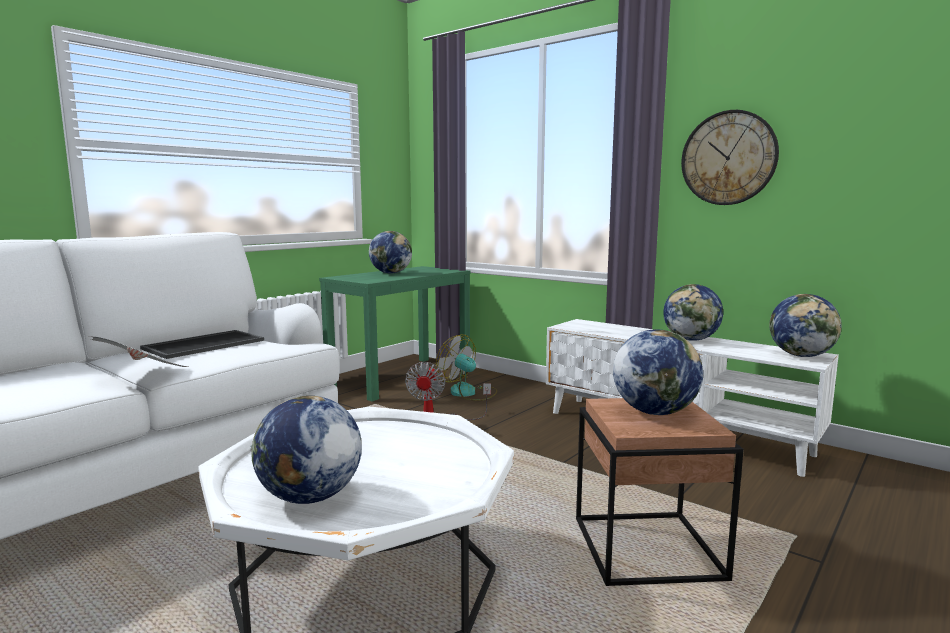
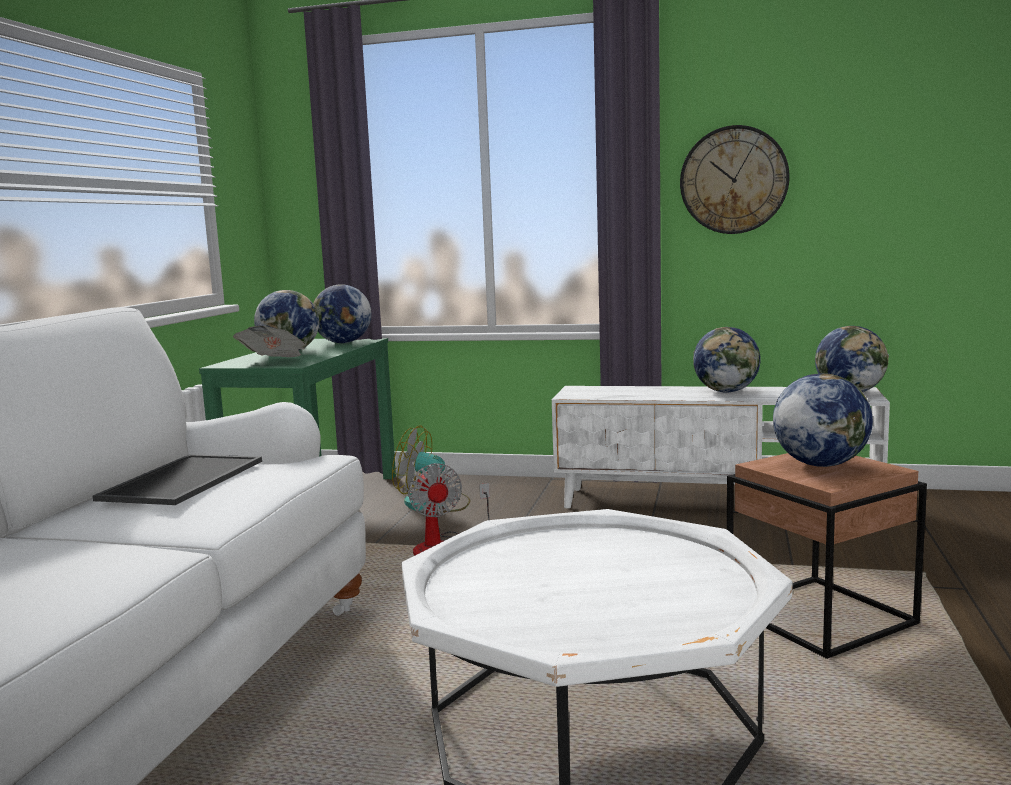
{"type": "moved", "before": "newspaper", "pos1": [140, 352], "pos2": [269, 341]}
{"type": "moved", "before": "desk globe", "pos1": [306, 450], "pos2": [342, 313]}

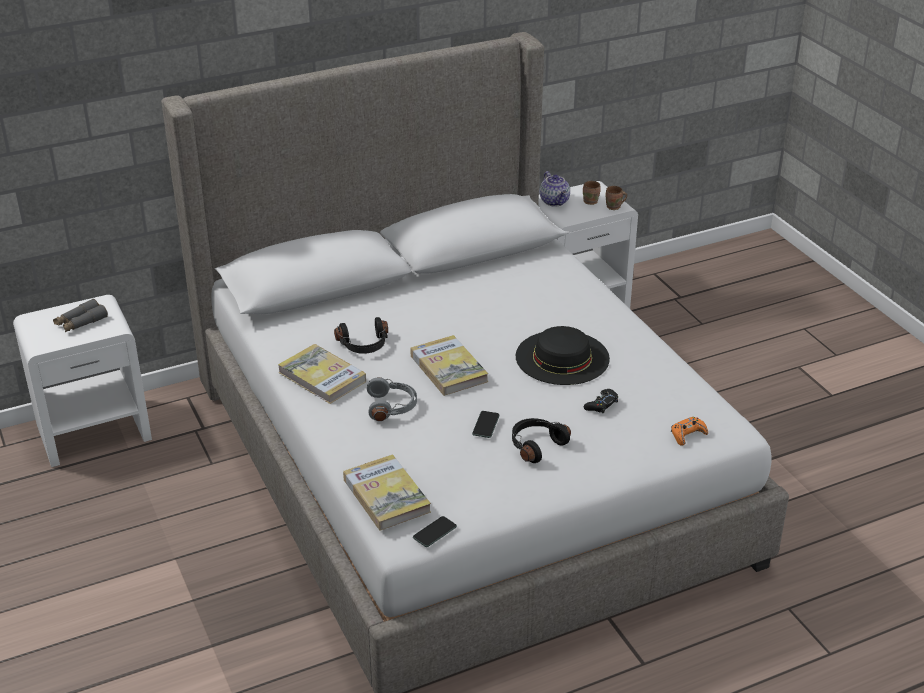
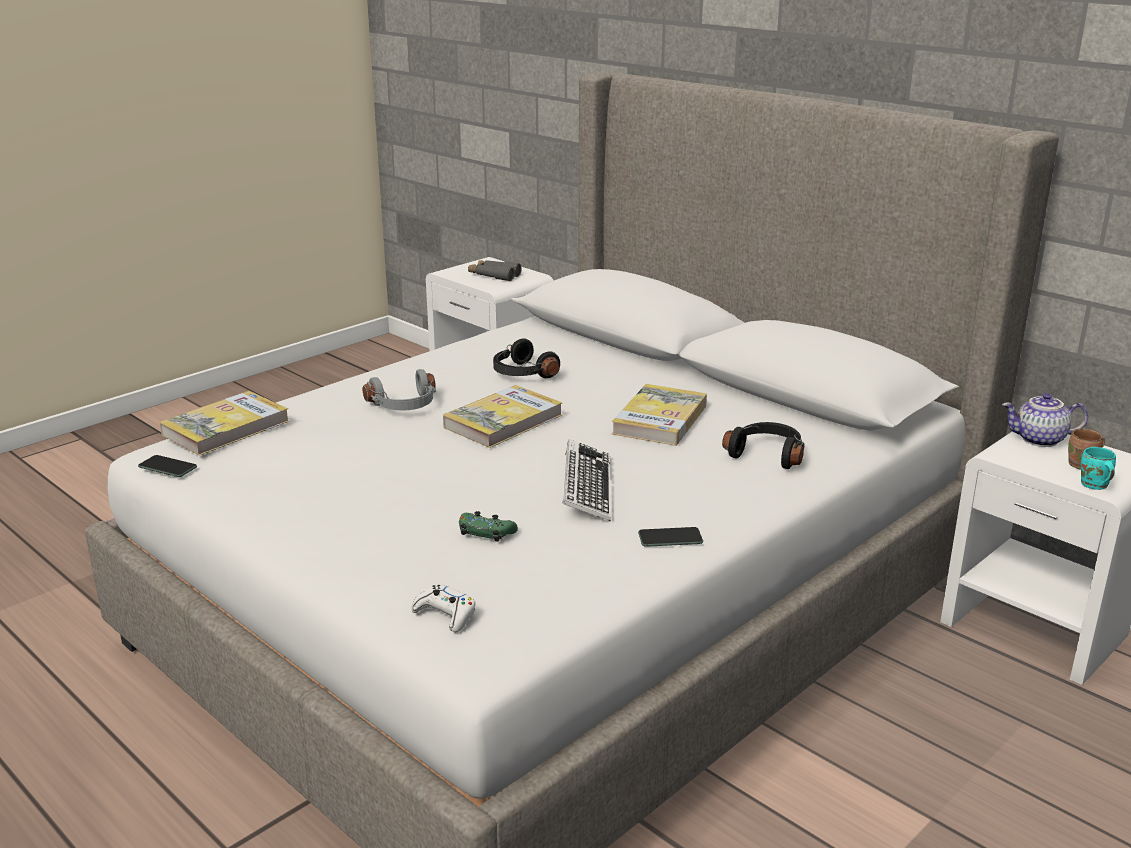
{"type": "moved", "before": "bound book", "pos1": [322, 374], "pos2": [659, 415]}
{"type": "moved", "before": "handset", "pos1": [486, 424], "pos2": [670, 537]}
{"type": "moved", "before": "black-coloured headphones", "pos1": [541, 440], "pos2": [763, 445]}
{"type": "replaced", "before": "black-coloured clothing hat", "after": "keyboard", "pos1": [563, 355], "pos2": [586, 480]}
{"type": "recoloured", "before": "black-coloured gamepad", "after": "green-coloured gamepad", "pos1": [601, 401], "pos2": [488, 526]}
{"type": "recoloured", "before": "brownish tea mug", "after": "turquoise-coloured tea mug", "pos1": [616, 198], "pos2": [1098, 468]}
{"type": "recoloured", "before": "orangey gamepad", "after": "white gamepad", "pos1": [689, 431], "pos2": [443, 608]}
{"type": "turned", "before": "pot for tea", "pos1": [555, 189], "pos2": [1045, 420], "turn": 45}

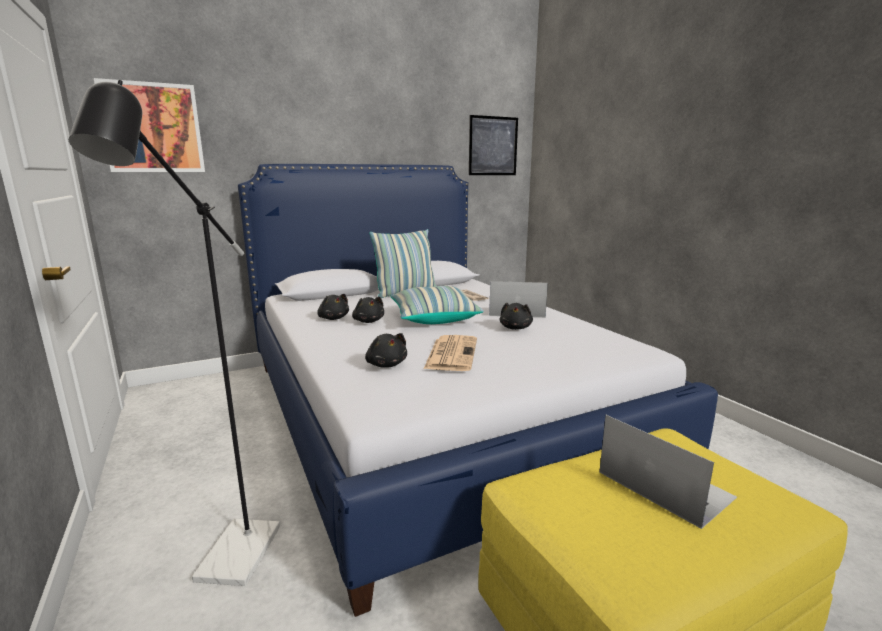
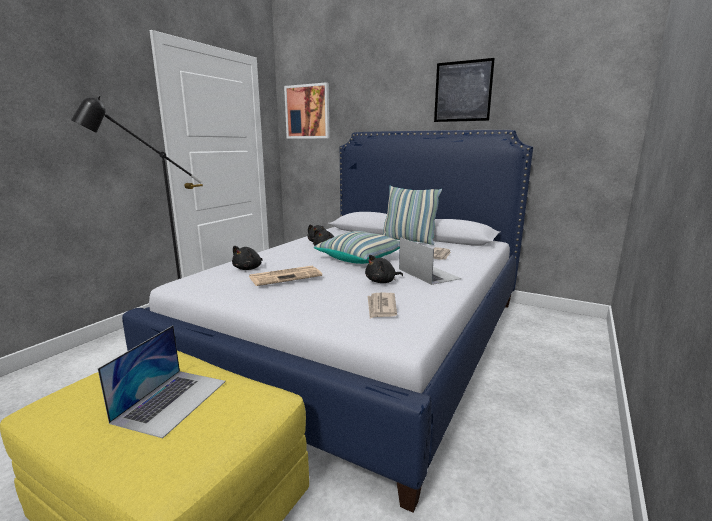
{"type": "added", "after": "newspaper", "pos2": [382, 305]}
{"type": "moved", "before": "picture", "pos1": [493, 145], "pos2": [464, 90]}

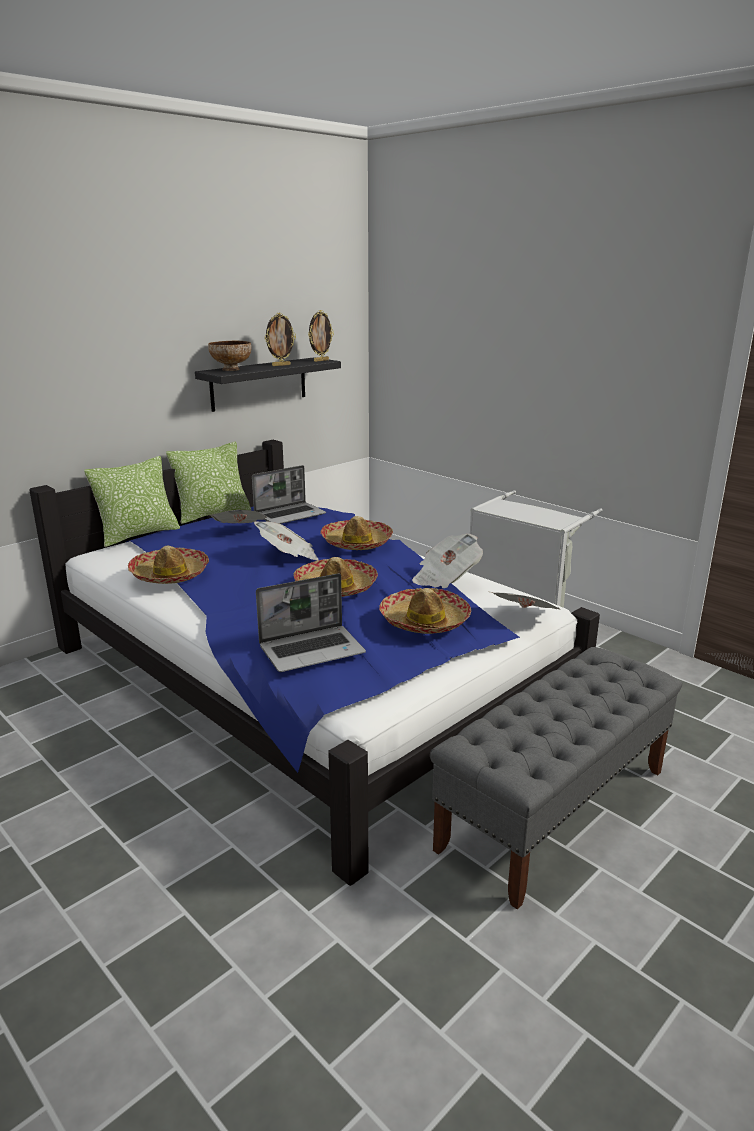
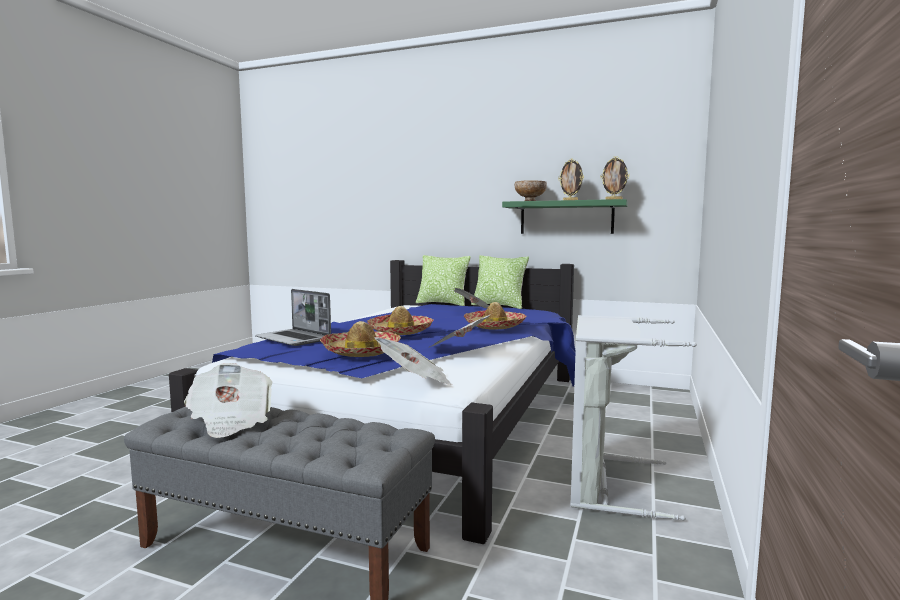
{"type": "removed", "before": "clothing hat", "pos1": [168, 565]}
{"type": "removed", "before": "portable computer", "pos1": [289, 494]}
{"type": "moved", "before": "newspaper", "pos1": [286, 540], "pos2": [228, 400]}
{"type": "recoloured", "before": "black-coloured wall shelf", "after": "green-coloured wall shelf", "pos1": [268, 385], "pos2": [565, 216]}

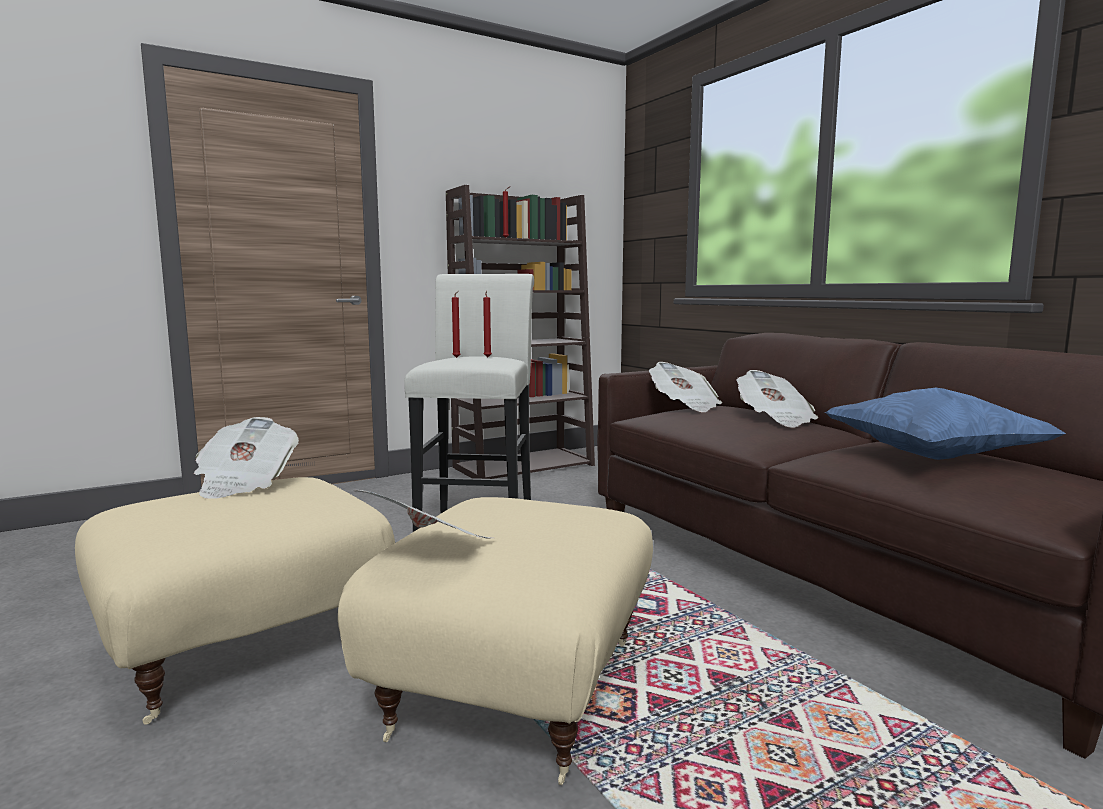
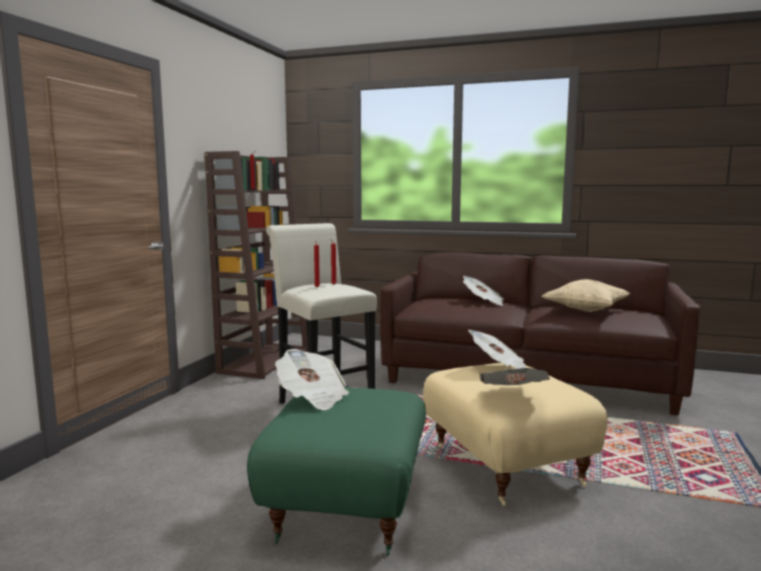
{"type": "moved", "before": "newspaper", "pos1": [685, 387], "pos2": [497, 349]}
{"type": "recoloured", "before": "beige-coloured pouffe", "after": "green-coloured pouffe", "pos1": [235, 601], "pos2": [336, 471]}
{"type": "recoloured", "before": "blue cushion", "after": "beige-coloured cushion", "pos1": [945, 424], "pos2": [586, 295]}

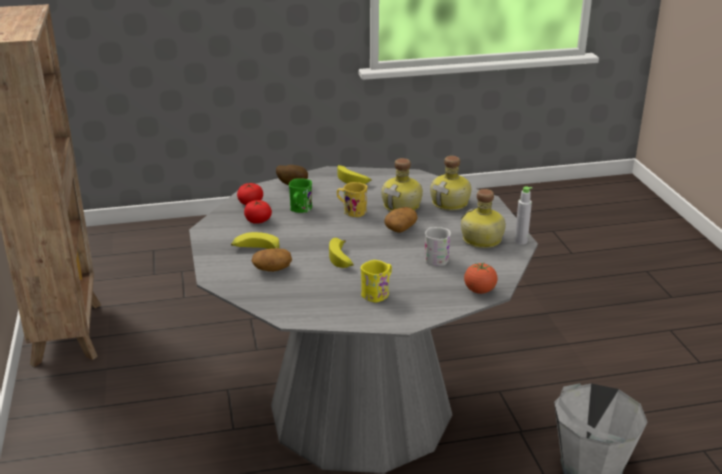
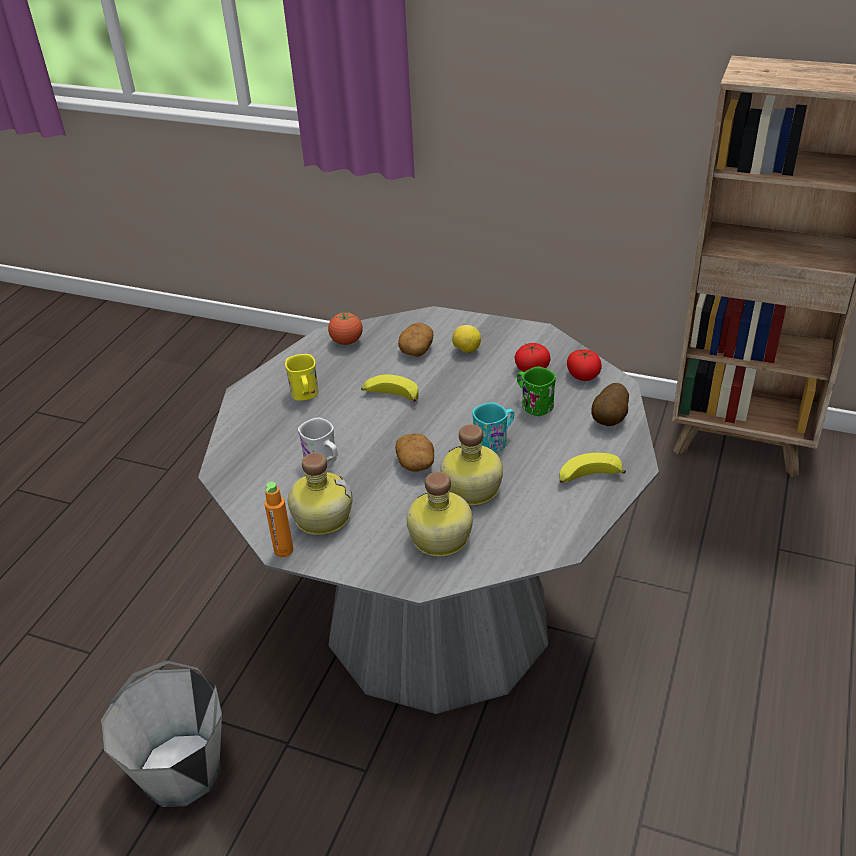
{"type": "moved", "before": "whole tomato", "pos1": [480, 278], "pos2": [345, 328]}
{"type": "replaced", "before": "banana fruit", "after": "citrus fruit", "pos1": [255, 240], "pos2": [466, 339]}
{"type": "recoloured", "before": "yellow tea mug", "after": "turquoise-coloured tea mug", "pos1": [352, 199], "pos2": [493, 427]}
{"type": "recoloured", "before": "greyish bottle", "after": "orangey bottle", "pos1": [523, 215], "pos2": [279, 519]}

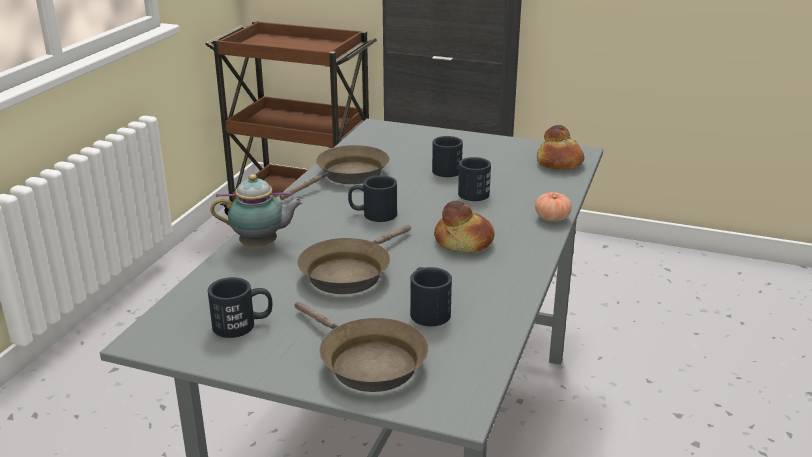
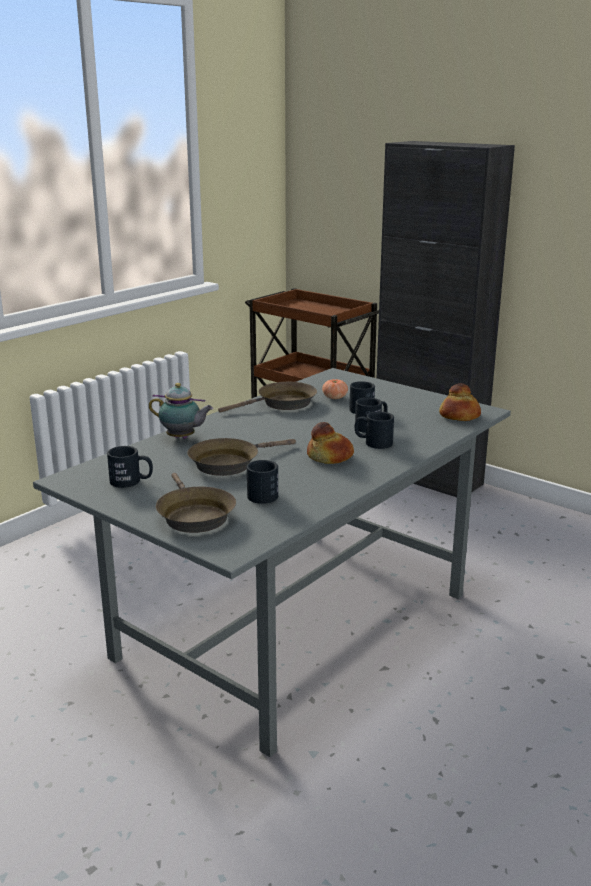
{"type": "moved", "before": "black-coloured tea mug", "pos1": [372, 198], "pos2": [374, 430]}
{"type": "moved", "before": "whole tomato", "pos1": [553, 207], "pos2": [335, 389]}

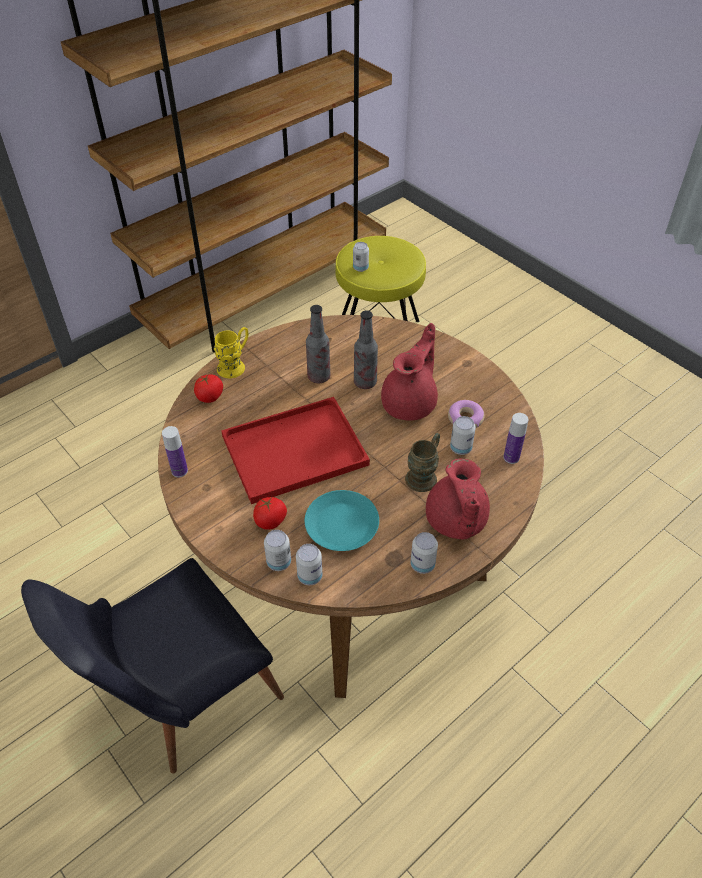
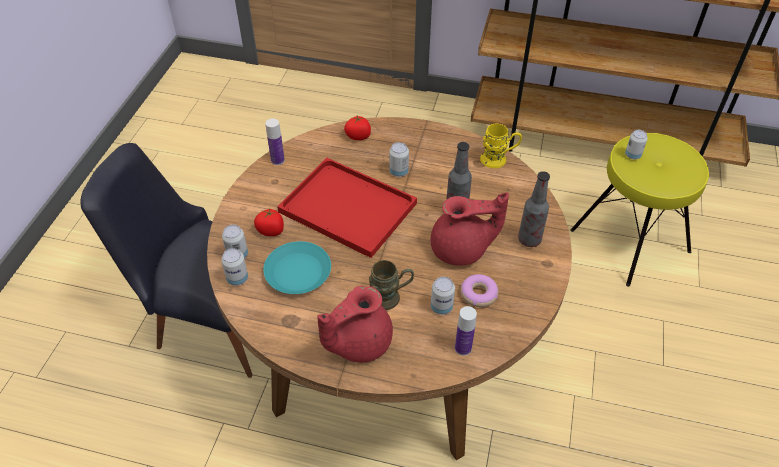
{"type": "moved", "before": "yellow tea mug", "pos1": [231, 352], "pos2": [501, 146]}
{"type": "moved", "before": "bottle", "pos1": [318, 344], "pos2": [534, 209]}
{"type": "moved", "before": "metal can", "pos1": [424, 553], "pos2": [399, 159]}

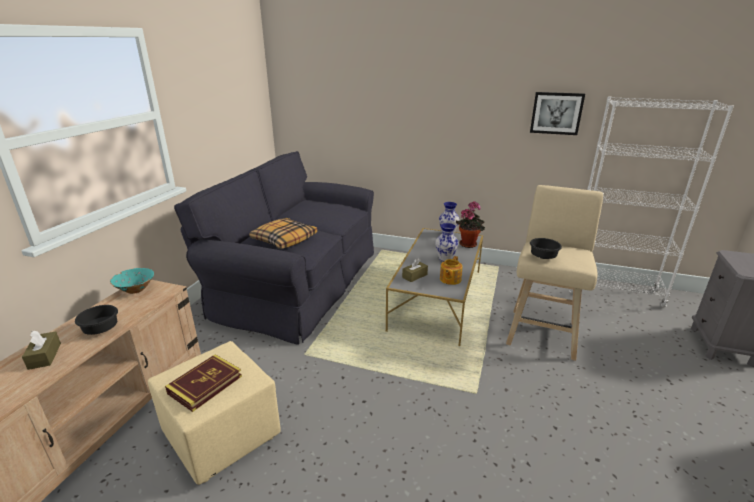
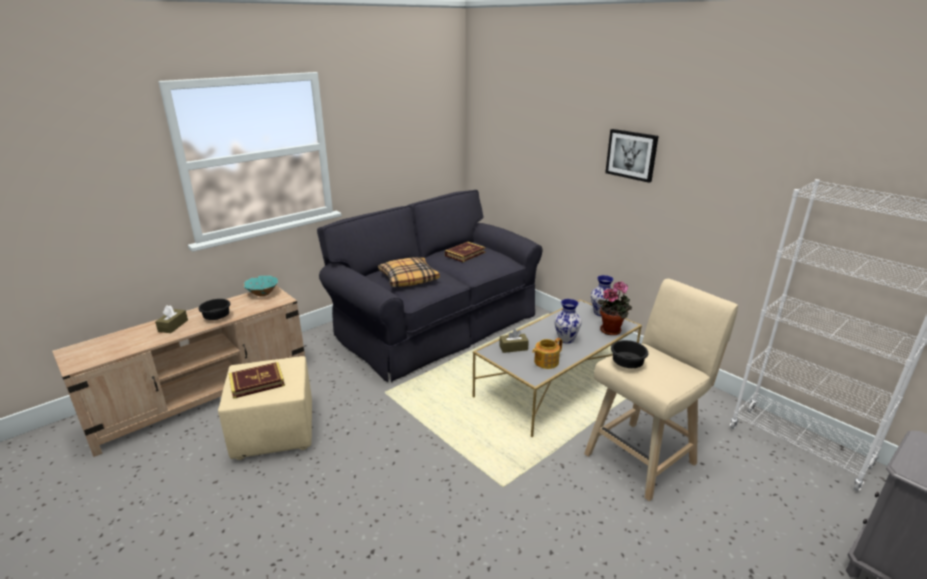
{"type": "added", "after": "bound book", "pos2": [465, 252]}
{"type": "moved", "before": "picture", "pos1": [557, 113], "pos2": [631, 156]}

